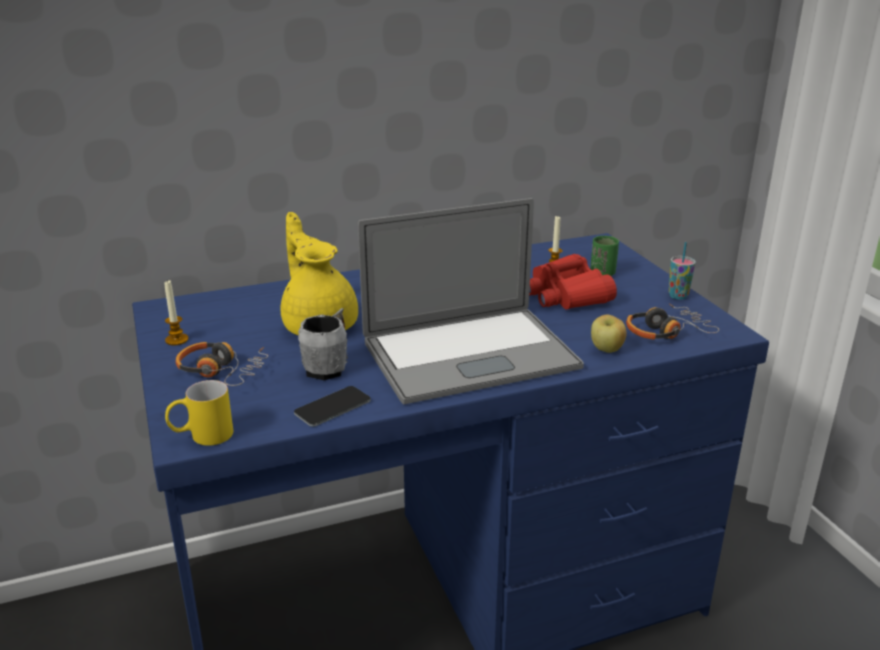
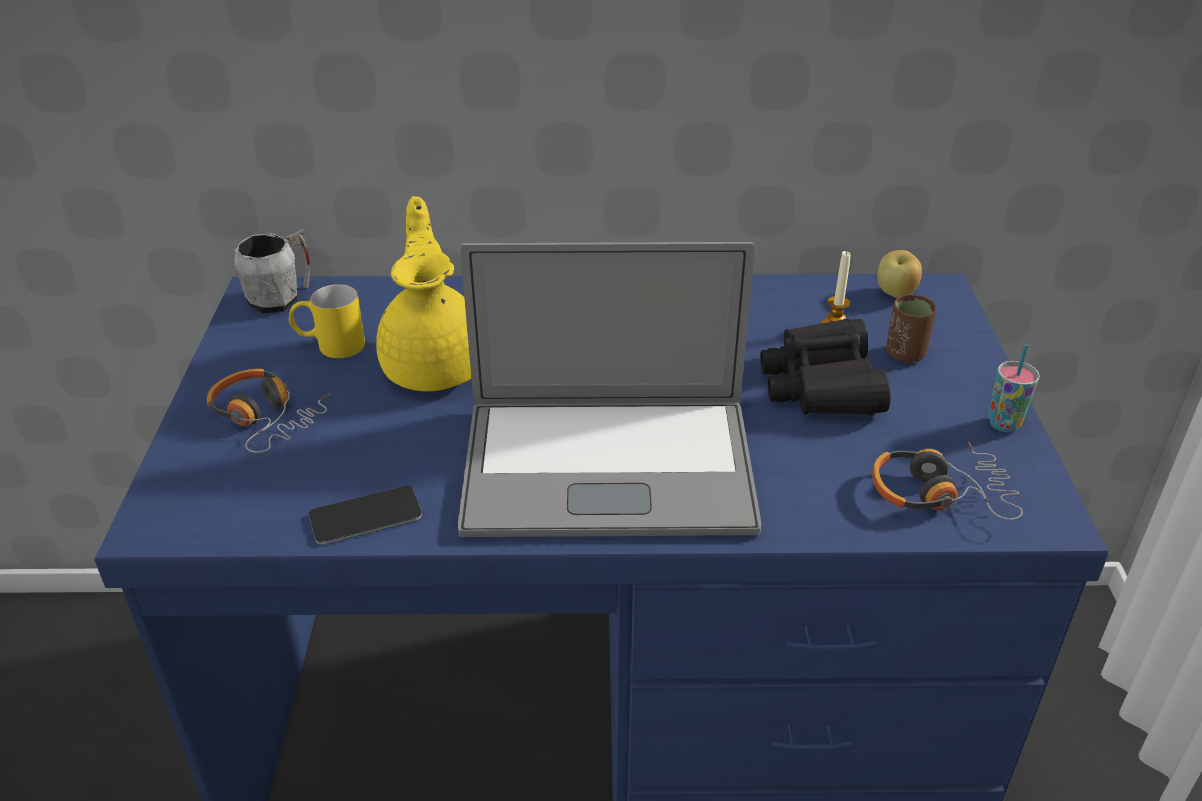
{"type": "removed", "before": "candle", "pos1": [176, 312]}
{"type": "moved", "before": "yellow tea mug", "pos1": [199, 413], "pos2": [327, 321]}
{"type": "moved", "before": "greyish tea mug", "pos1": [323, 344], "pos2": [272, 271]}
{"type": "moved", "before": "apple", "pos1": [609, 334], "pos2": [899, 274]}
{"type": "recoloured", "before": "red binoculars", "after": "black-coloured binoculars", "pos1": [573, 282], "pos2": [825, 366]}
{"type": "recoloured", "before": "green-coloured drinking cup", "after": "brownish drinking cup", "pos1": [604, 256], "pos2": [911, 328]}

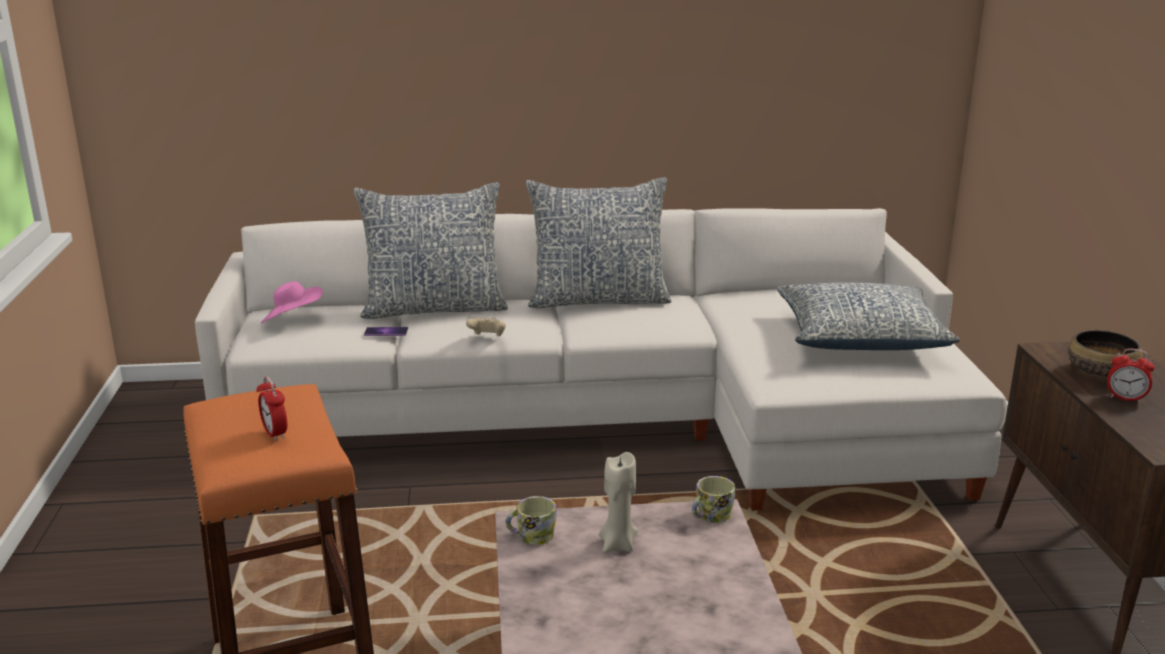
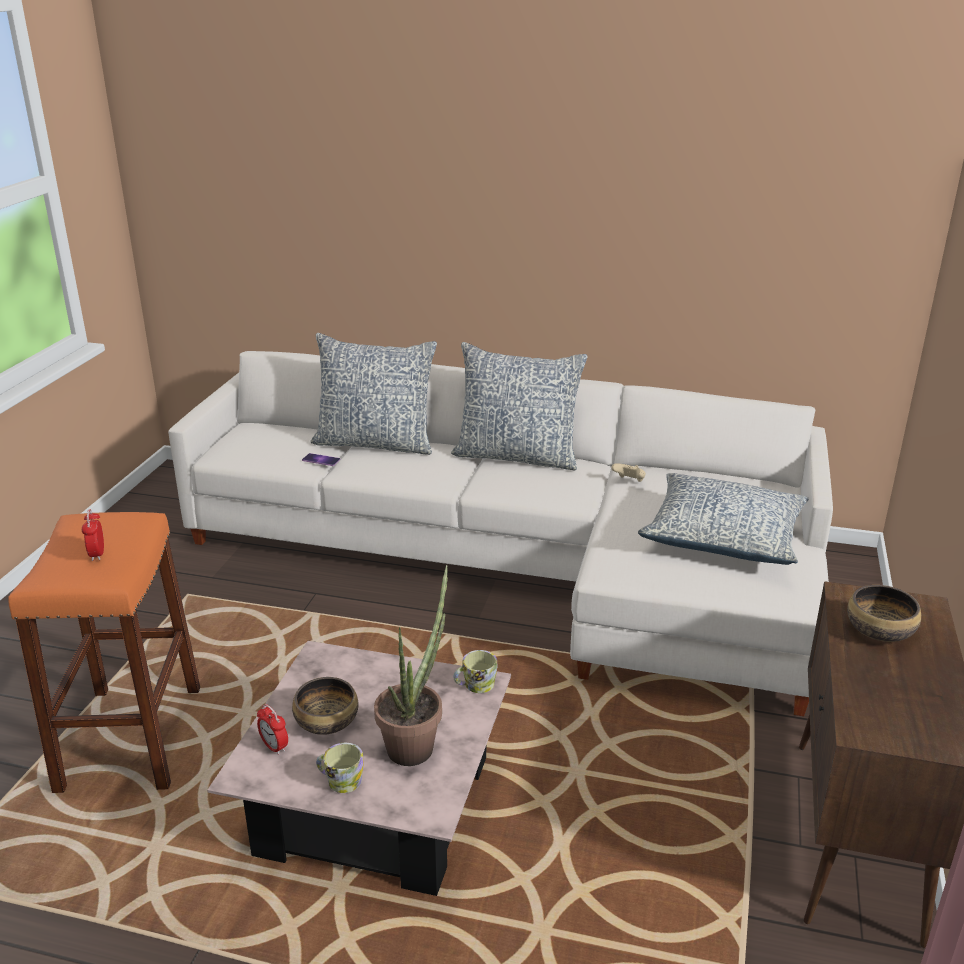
{"type": "removed", "before": "pink-coloured clothing hat", "pos1": [292, 302]}
{"type": "removed", "before": "beige-coloured candle", "pos1": [618, 502]}
{"type": "added", "after": "serving bowl", "pos2": [325, 706]}
{"type": "added", "after": "houseplant", "pos2": [411, 665]}
{"type": "moved", "before": "beige-coloured gamepad", "pos1": [486, 327], "pos2": [628, 472]}
{"type": "moved", "before": "tea mug", "pos1": [531, 520], "pos2": [340, 768]}
{"type": "moved", "before": "alarm clock", "pos1": [1131, 376], "pos2": [272, 729]}

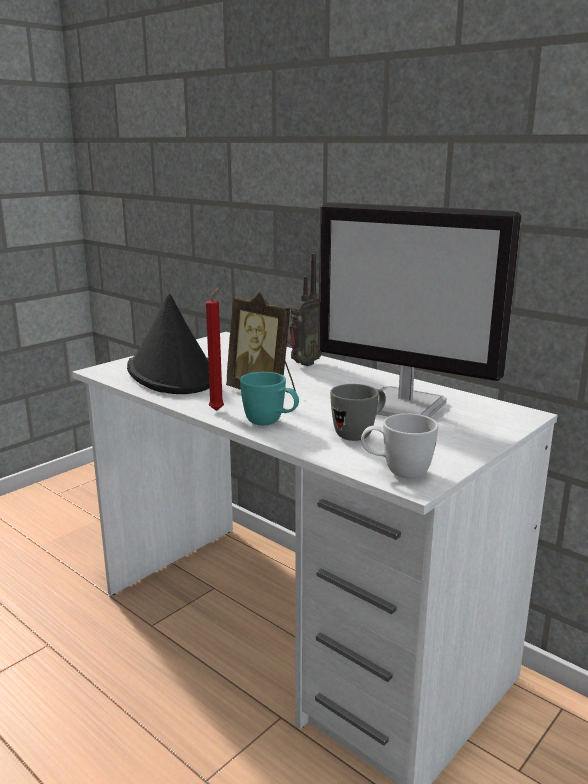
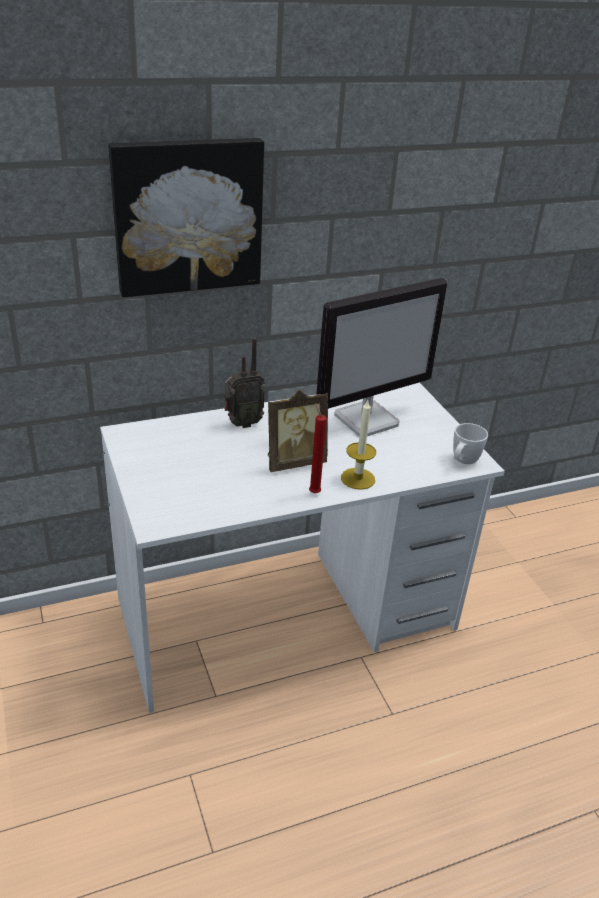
{"type": "removed", "before": "black-coloured clothing hat", "pos1": [168, 343]}
{"type": "removed", "before": "greyish tea mug", "pos1": [358, 412]}
{"type": "added", "after": "picture", "pos2": [186, 217]}
{"type": "replaced", "before": "turquoise-coloured tea mug", "after": "candle", "pos1": [269, 398], "pos2": [358, 445]}
{"type": "turned", "before": "radio set", "pos1": [304, 309], "pos2": [244, 383], "turn": 90}

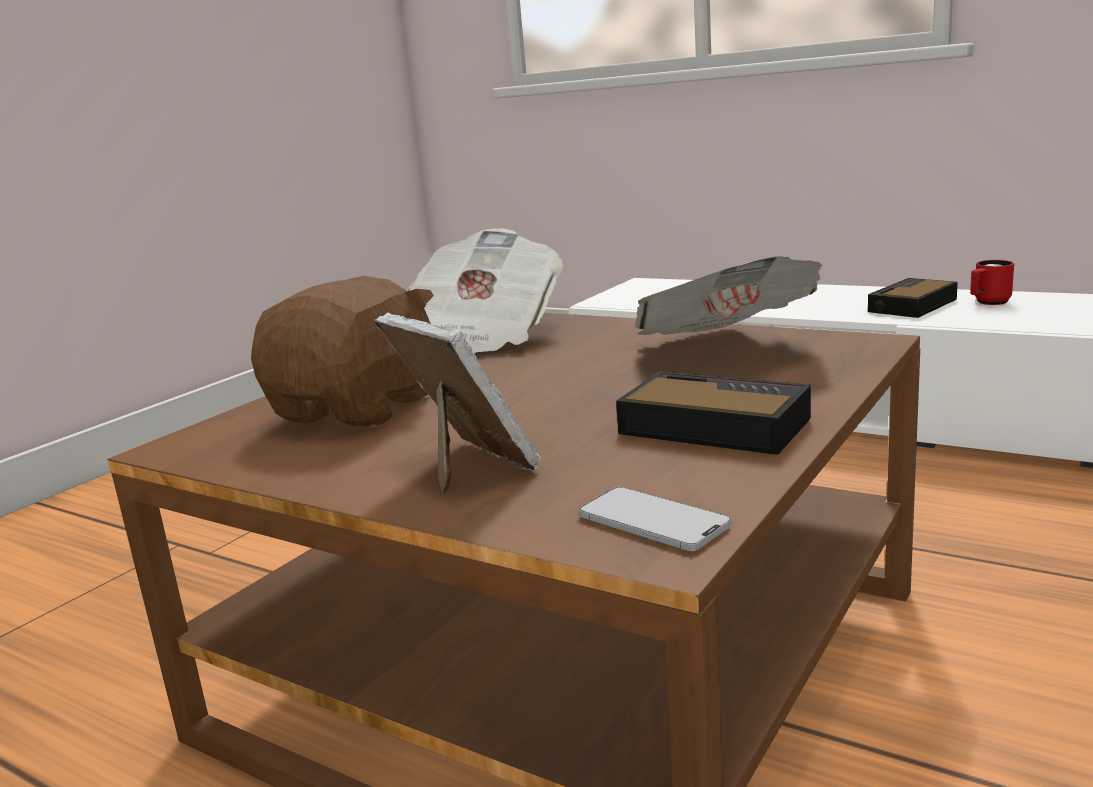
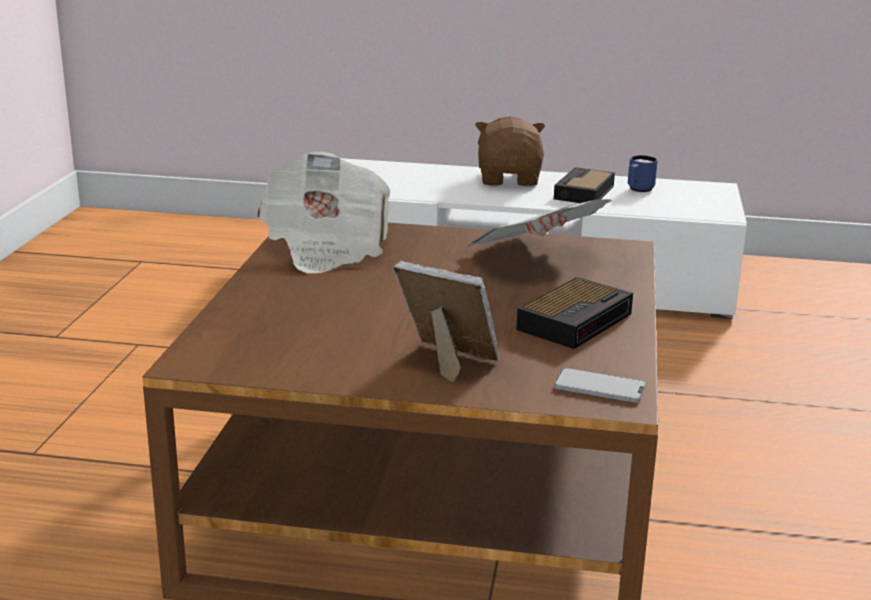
{"type": "moved", "before": "brownish plush toy", "pos1": [342, 352], "pos2": [510, 151]}
{"type": "recoloured", "before": "red tea mug", "after": "blue tea mug", "pos1": [992, 282], "pos2": [643, 173]}
{"type": "turned", "before": "alarm clock", "pos1": [713, 413], "pos2": [574, 313], "turn": 120}

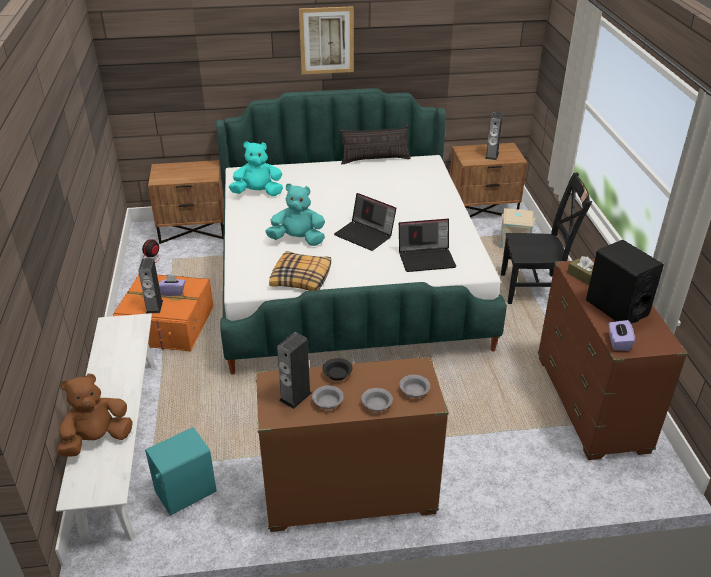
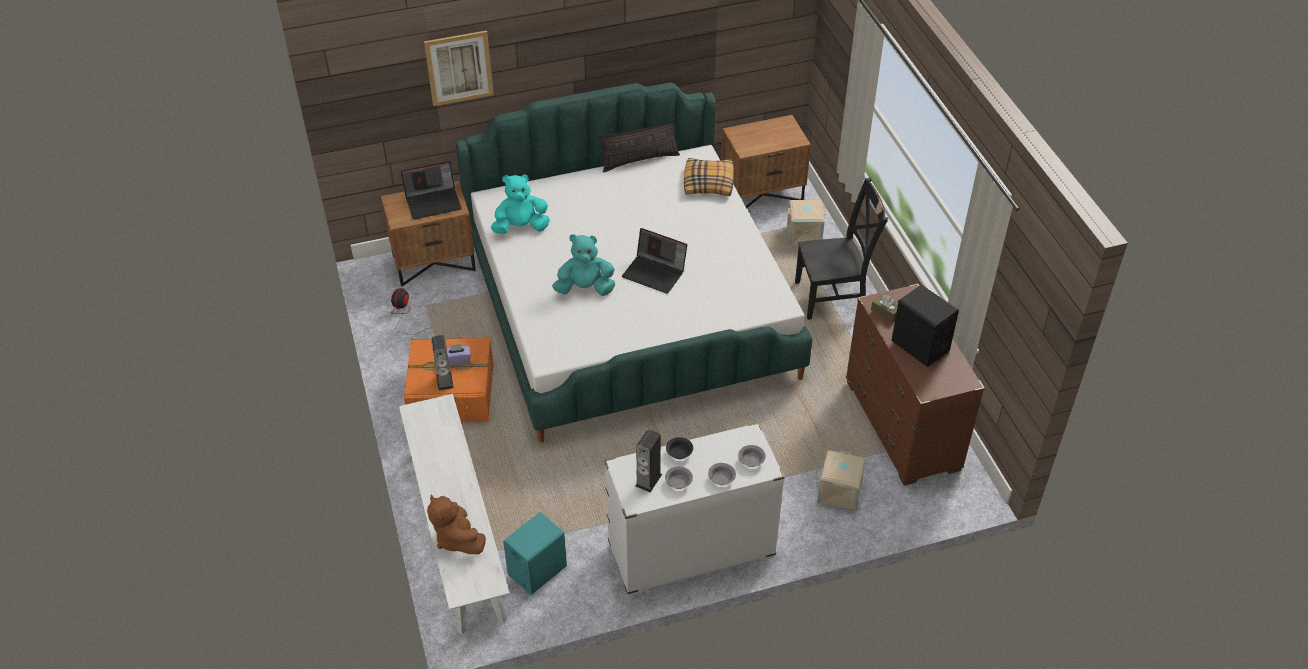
{"type": "removed", "before": "audio speaker", "pos1": [494, 136]}
{"type": "removed", "before": "purplish tissue holder", "pos1": [622, 335]}
{"type": "added", "after": "beige-coloured storage container", "pos2": [841, 481]}
{"type": "moved", "before": "cushion", "pos1": [300, 271], "pos2": [709, 177]}
{"type": "moved", "before": "picture", "pos1": [326, 40], "pos2": [459, 68]}
{"type": "moved", "before": "portable computer", "pos1": [427, 245], "pos2": [431, 190]}
{"type": "recoloured", "before": "brownish dresser", "after": "white dresser", "pos1": [352, 444], "pos2": [694, 509]}
{"type": "turned", "before": "brownish plush toy", "pos1": [95, 415], "pos2": [456, 524], "turn": -75}

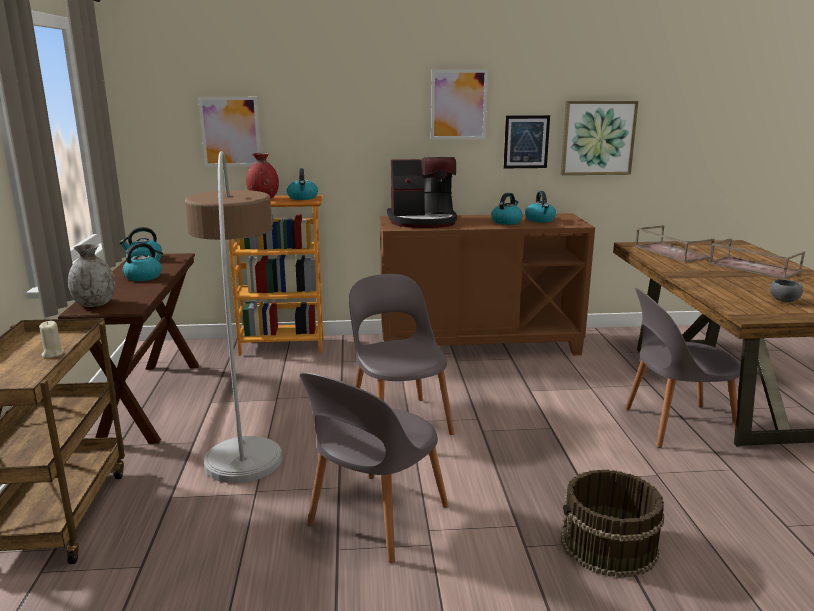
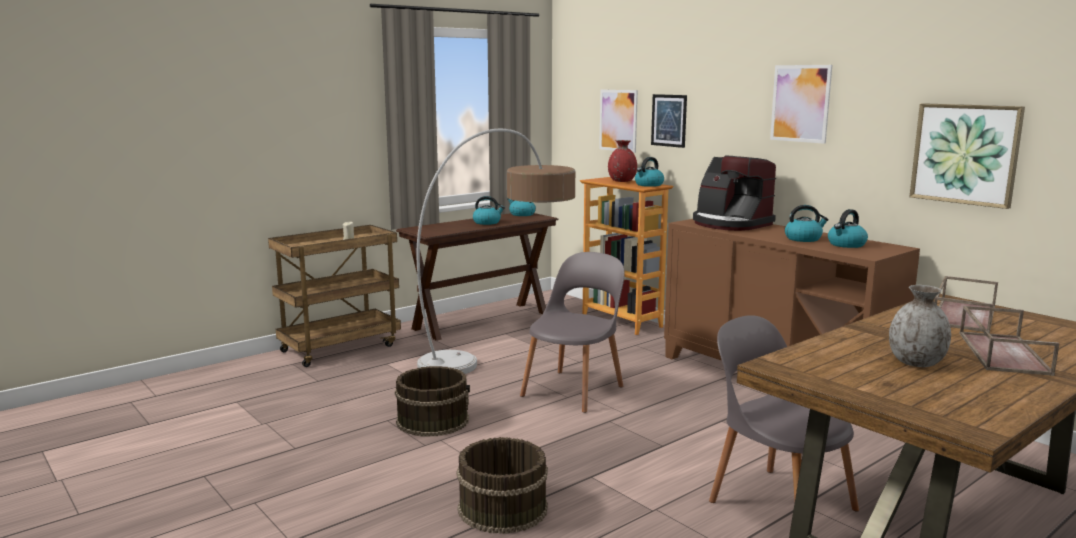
{"type": "removed", "before": "greyish serving bowl", "pos1": [786, 290]}
{"type": "moved", "before": "greyish decorative vase", "pos1": [91, 275], "pos2": [920, 326]}
{"type": "moved", "before": "picture", "pos1": [526, 141], "pos2": [669, 121]}
{"type": "replaced", "before": "greyish chair", "after": "brownish water bucket", "pos1": [374, 467], "pos2": [432, 401]}

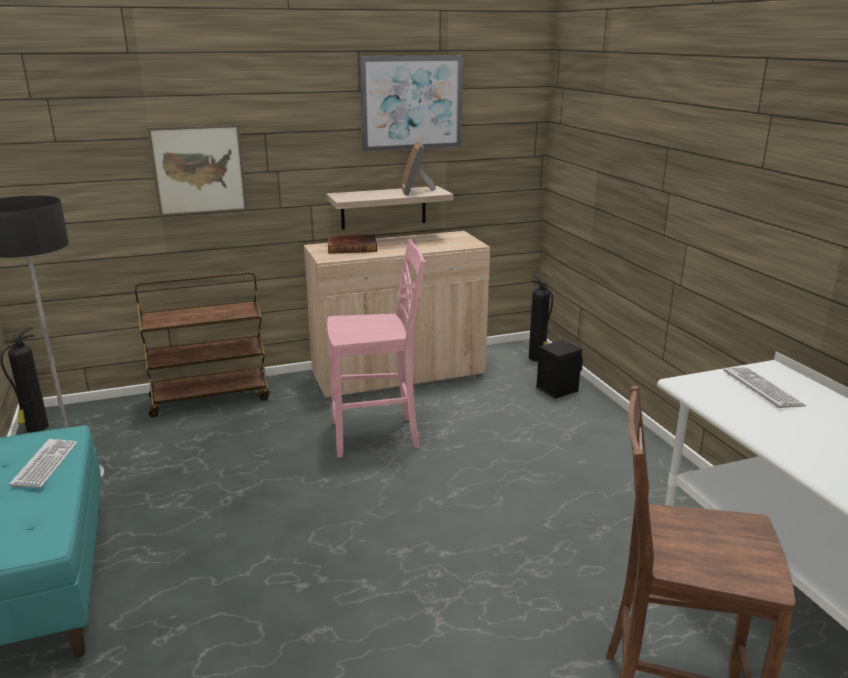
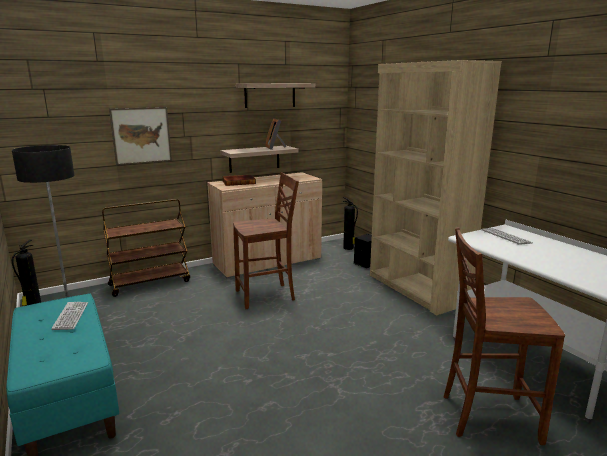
{"type": "added", "after": "beige-coloured bookcase", "pos2": [436, 187]}
{"type": "replaced", "before": "picture", "after": "wall shelf", "pos1": [411, 103], "pos2": [275, 95]}
{"type": "recoloured", "before": "pink-coloured chair", "after": "brownish chair", "pos1": [376, 349], "pos2": [266, 240]}

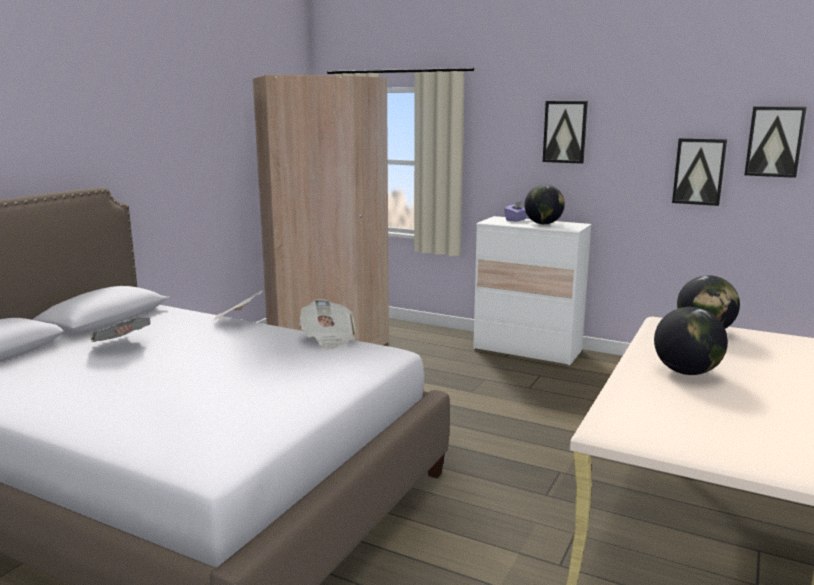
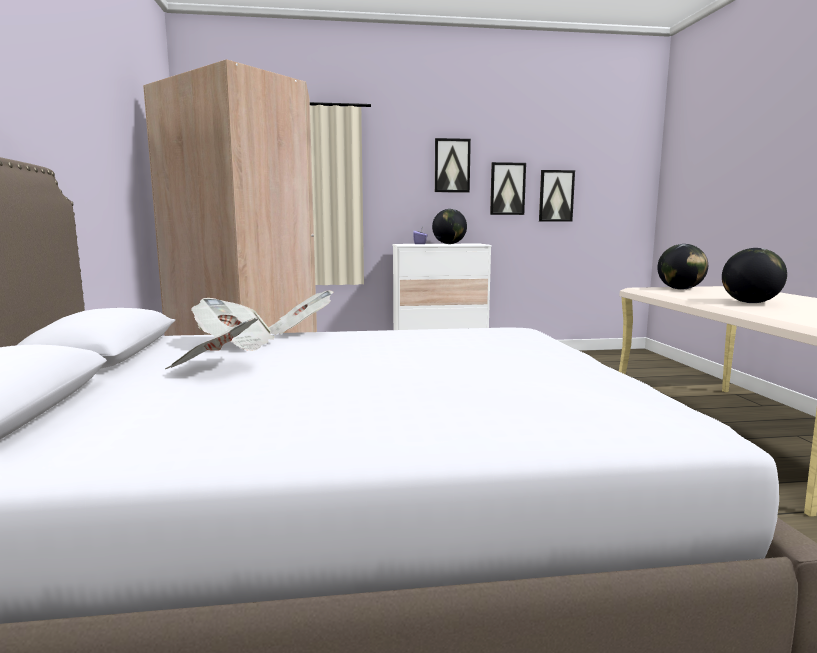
{"type": "moved", "before": "newspaper", "pos1": [327, 324], "pos2": [233, 324]}
{"type": "moved", "before": "picture", "pos1": [776, 142], "pos2": [508, 188]}

